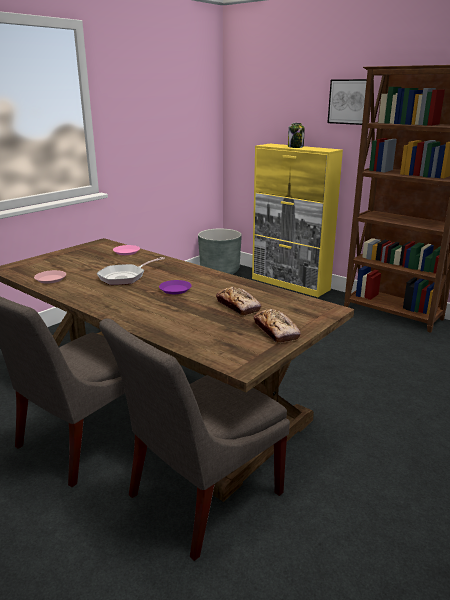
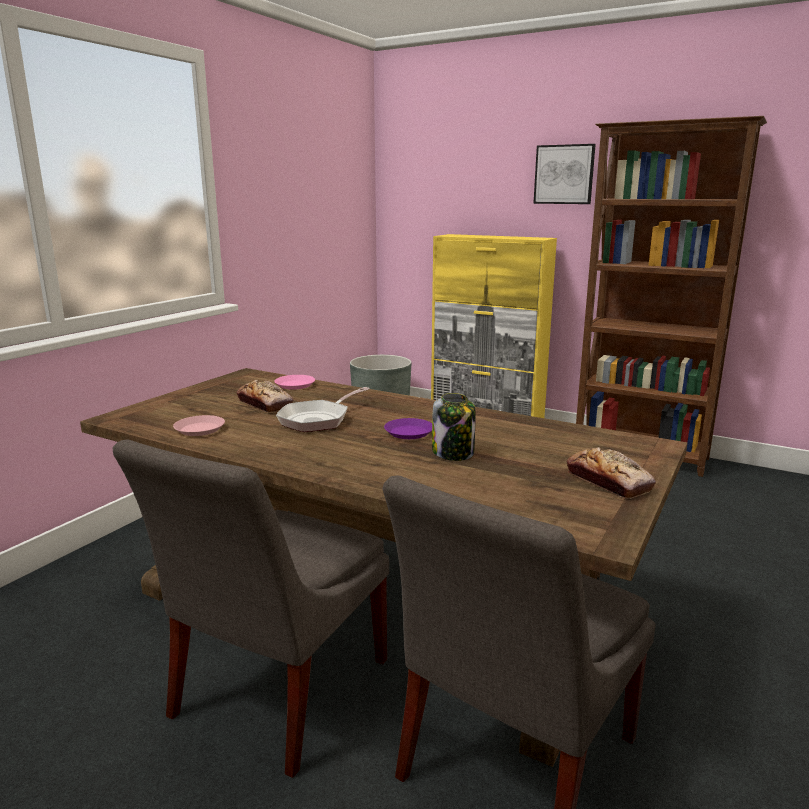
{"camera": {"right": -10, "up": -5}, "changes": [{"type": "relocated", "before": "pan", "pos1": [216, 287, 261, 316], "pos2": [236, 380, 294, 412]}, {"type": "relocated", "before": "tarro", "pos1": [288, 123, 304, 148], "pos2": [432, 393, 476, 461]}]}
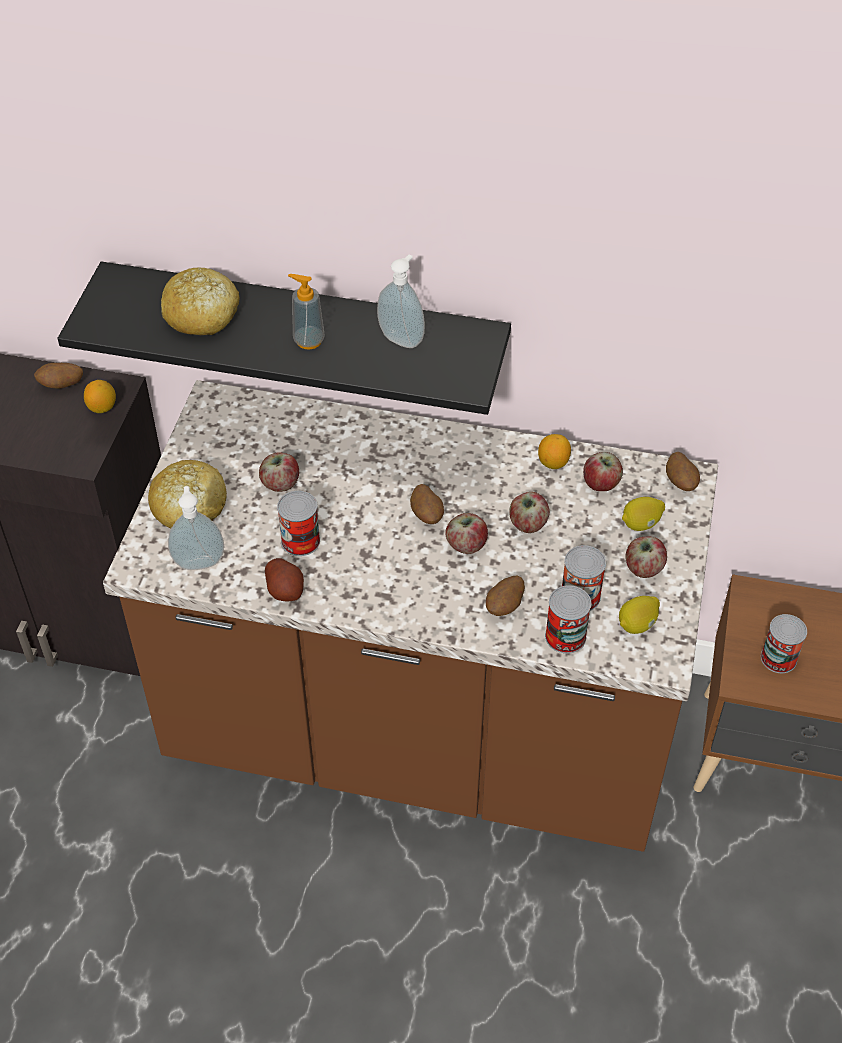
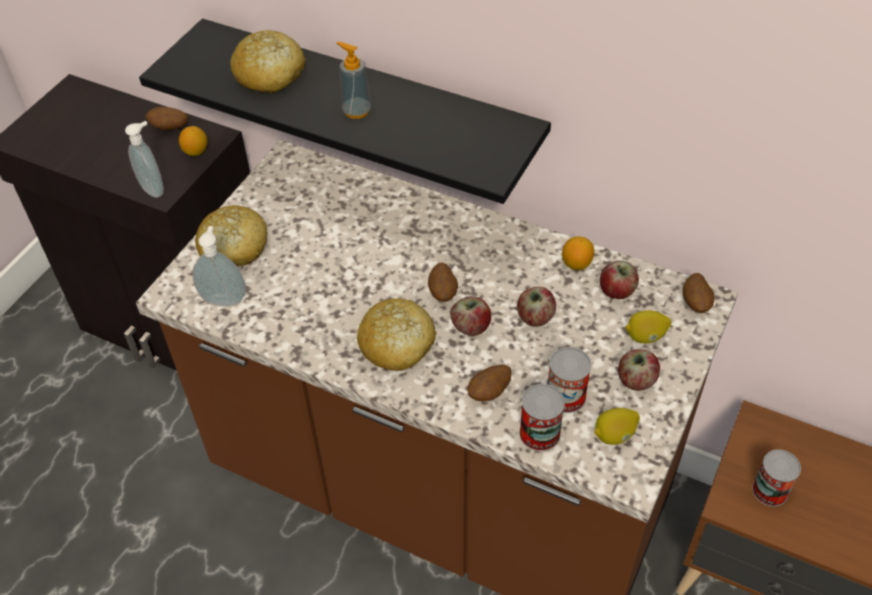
{"camera": {"right": 15, "up": 0}, "changes": [{"type": "missing", "before": "manzana", "pos1": [259, 452, 299, 492]}, {"type": "missing", "before": "patata", "pos1": [265, 558, 304, 601]}, {"type": "missing", "before": "lata", "pos1": [277, 491, 320, 556]}, {"type": "relocated", "before": "dispensador de jabón", "pos1": [377, 254, 425, 348], "pos2": [125, 121, 164, 198]}, {"type": "appeared", "after": "pan", "pos2": [357, 298, 436, 371]}]}
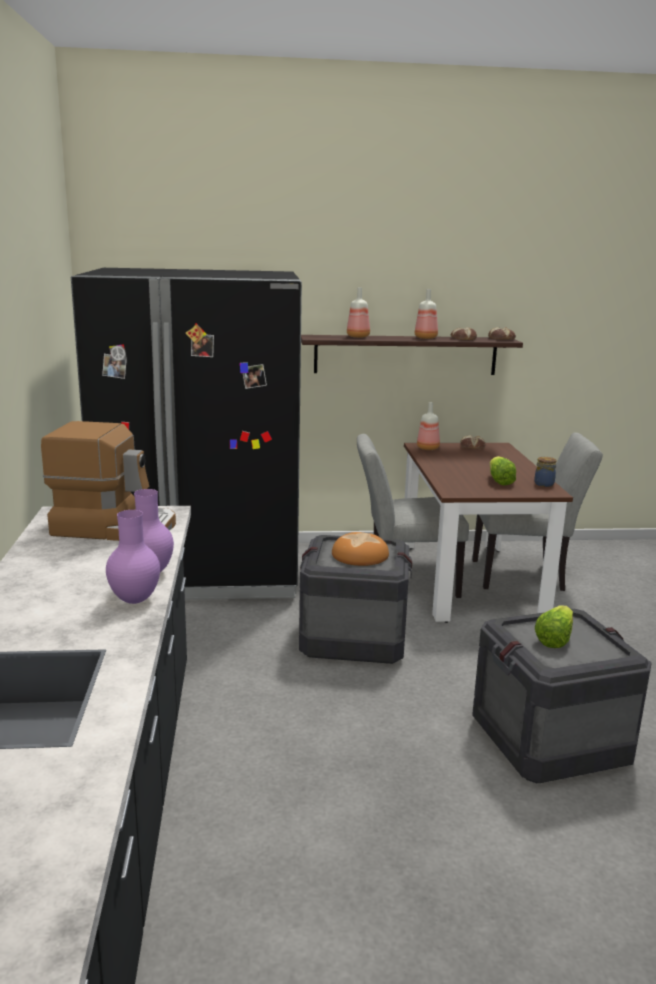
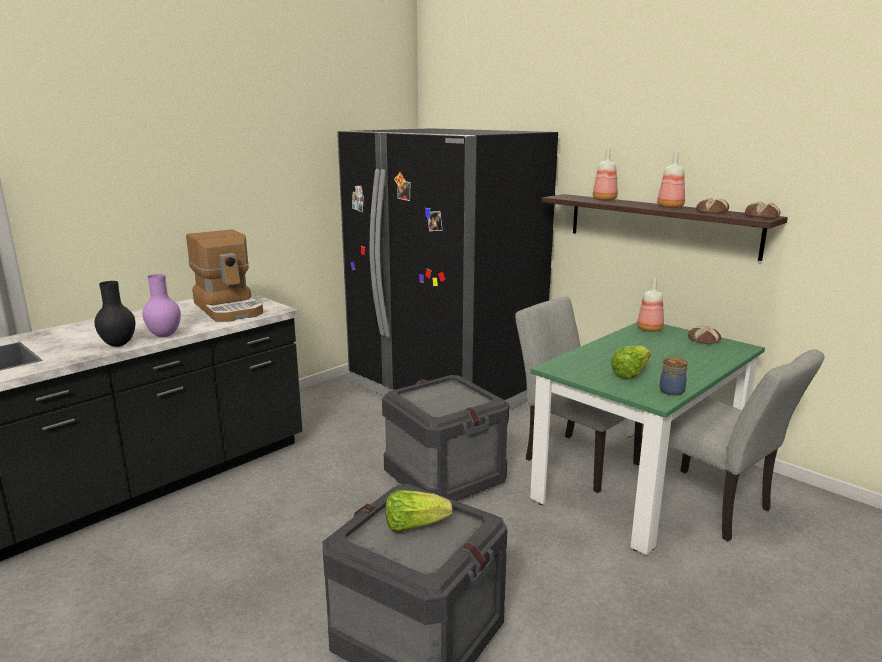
{"camera": {"right": 50, "up": 0}, "changes": [{"type": "colour", "before": "florero (morado)", "after": "florero (negro)", "pos1": [106, 510, 160, 604], "pos2": [94, 281, 135, 347]}, {"type": "missing", "before": "pan", "pos1": [332, 532, 389, 566]}, {"type": "colour", "before": "mesa de comedor (marrón)", "after": "mesa de comedor (verde)", "pos1": [404, 443, 573, 623], "pos2": [530, 322, 765, 555]}]}
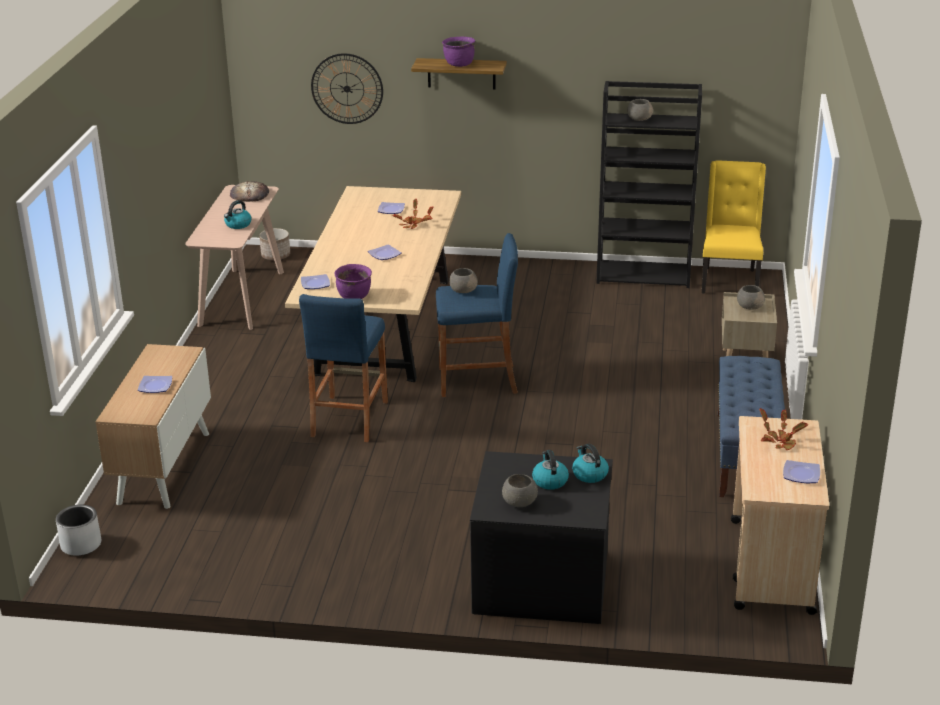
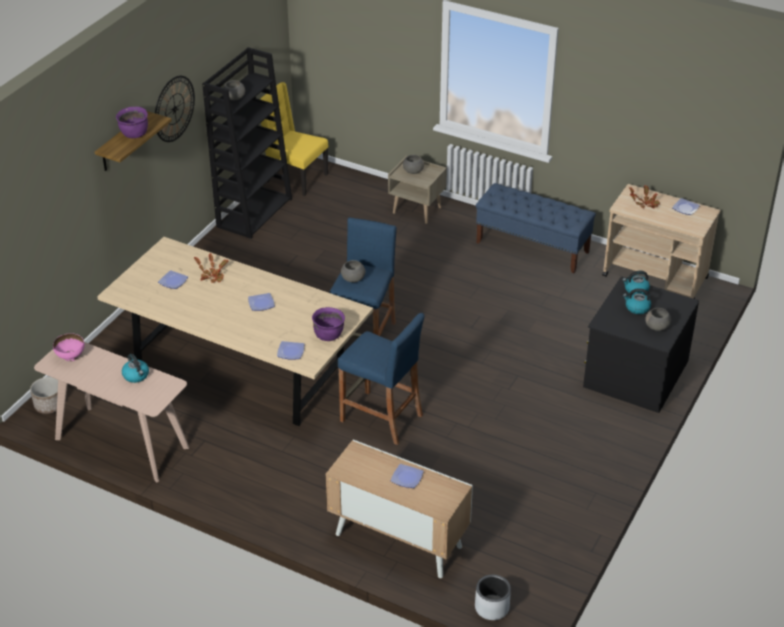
{"camera": {"right": -70, "up": 10}, "changes": [{"type": "exchanged", "before": "pan", "after": "cuenco (rosa)", "pos1": [230, 181, 269, 202], "pos2": [53, 333, 85, 362]}, {"type": "relocated", "before": "reloj de pared", "pos1": [311, 53, 383, 124], "pos2": [155, 76, 195, 142]}]}
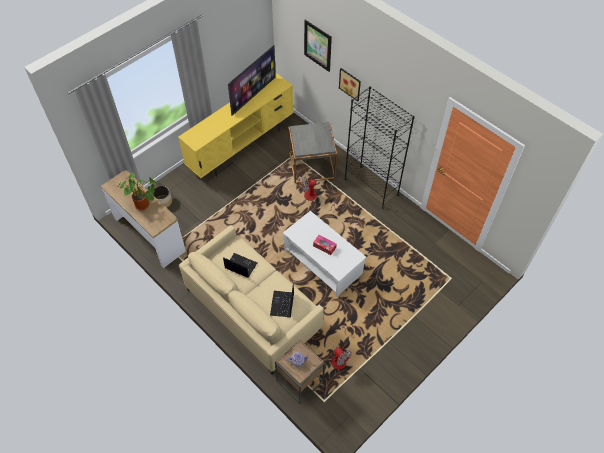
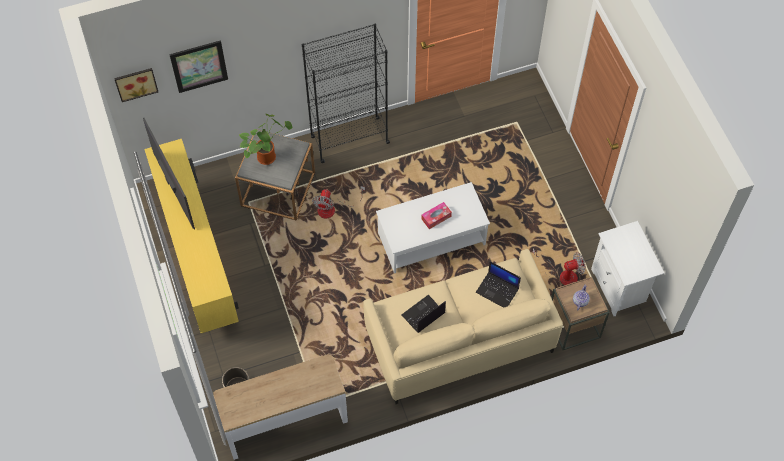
{"camera": {"right": -65, "up": 5}, "changes": [{"type": "relocated", "before": "planta en maceta", "pos1": [118, 173, 157, 210], "pos2": [239, 114, 293, 165]}, {"type": "relocated", "before": "cuadro", "pos1": [339, 68, 361, 102], "pos2": [114, 68, 158, 102]}, {"type": "appeared", "after": "mesita de noche (blanco)", "pos2": [591, 221, 664, 316]}]}
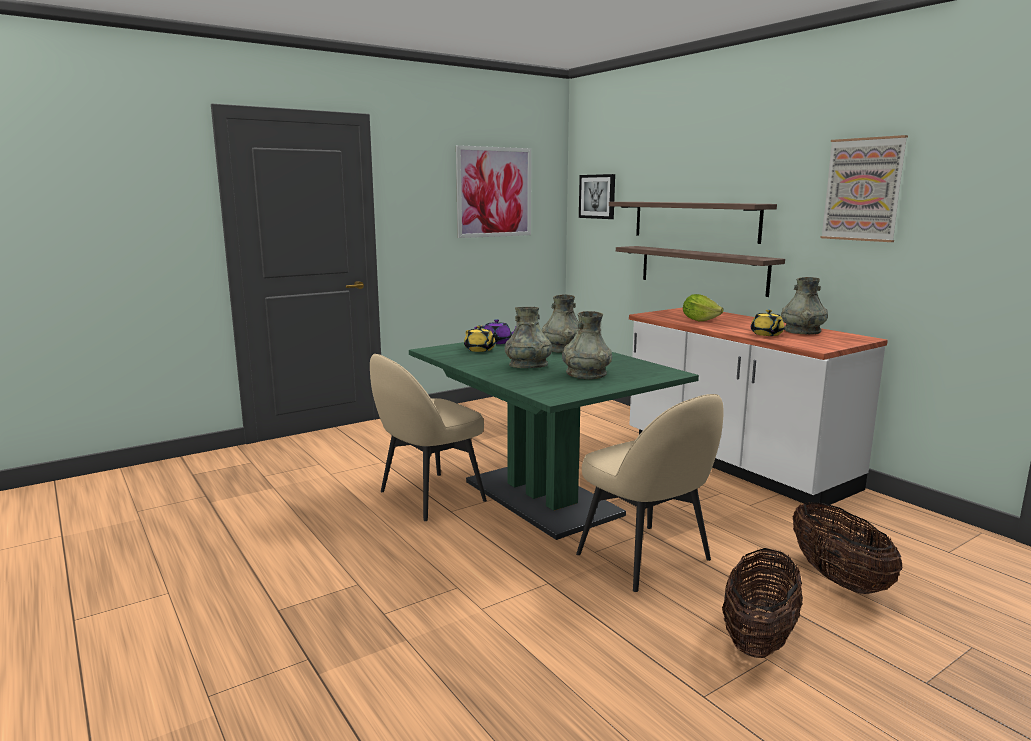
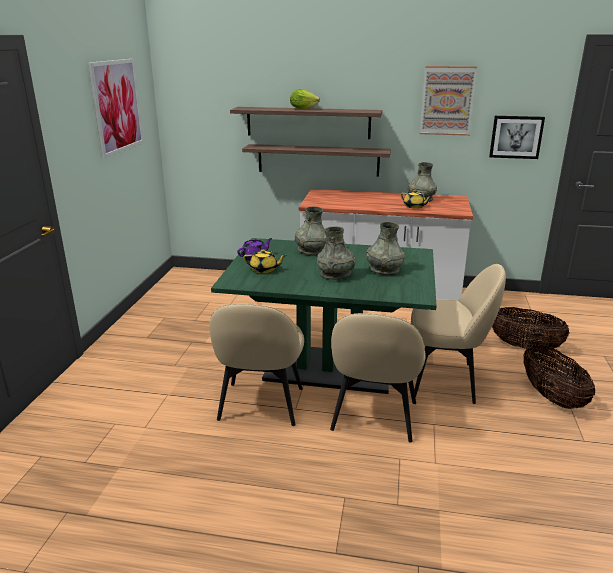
{"camera": {"right": -45, "up": 10}, "changes": [{"type": "relocated", "before": "cuadro", "pos1": [579, 174, 615, 219], "pos2": [489, 116, 545, 159]}, {"type": "relocated", "before": "lechuga", "pos1": [683, 294, 723, 321], "pos2": [290, 89, 320, 110]}, {"type": "appeared", "after": "silla (beis)", "pos2": [330, 313, 426, 443]}]}
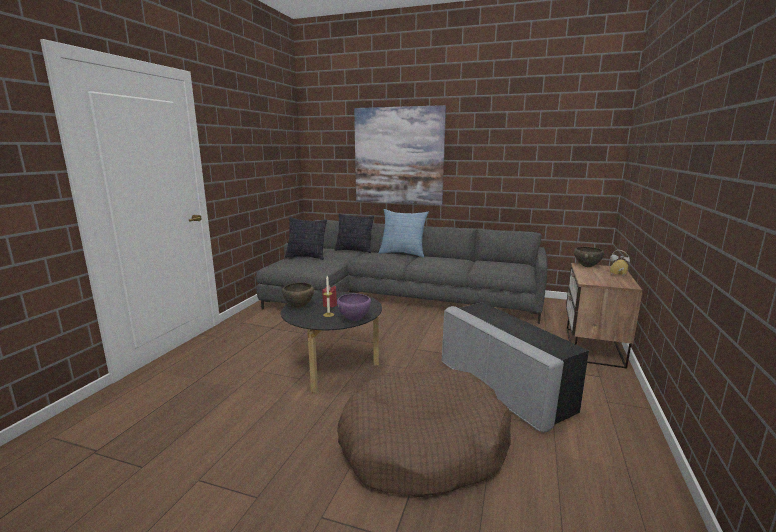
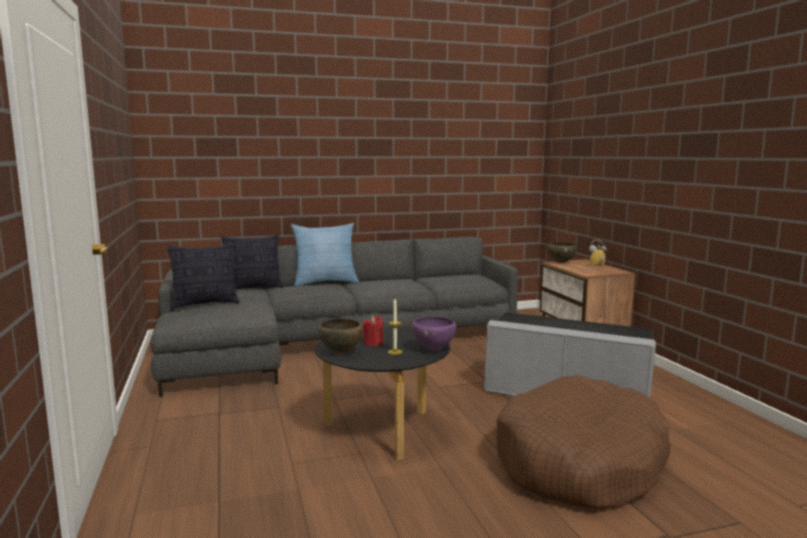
{"camera": {"right": -35, "up": -5}, "changes": [{"type": "missing", "before": "cuadro", "pos1": [354, 105, 446, 205]}]}
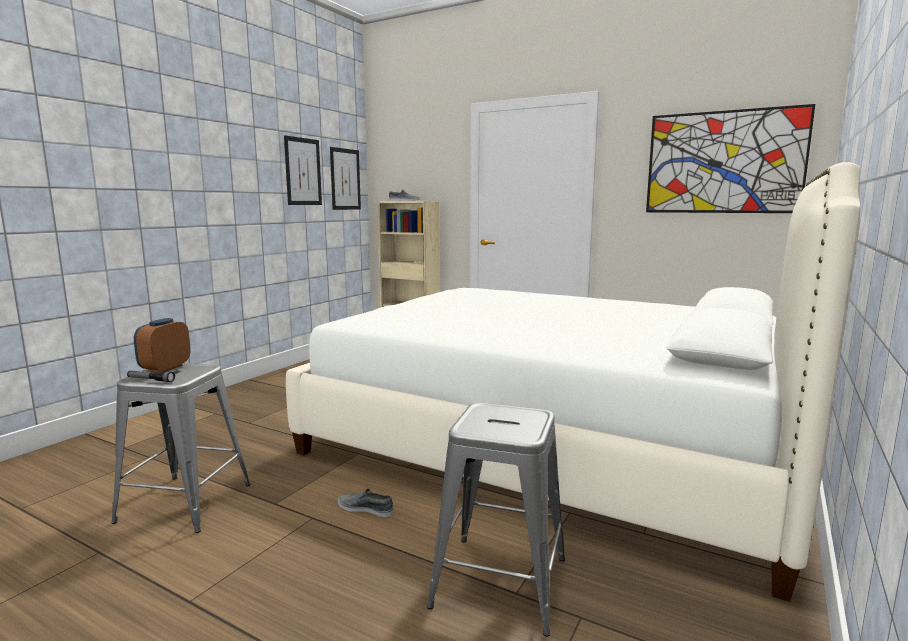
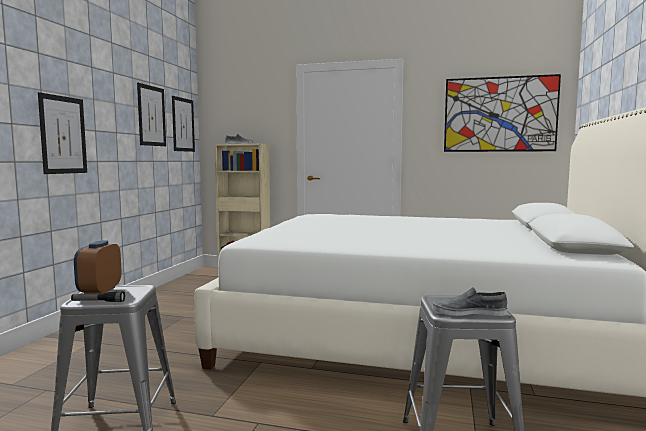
{"camera": {"right": -15, "up": -5}, "changes": [{"type": "relocated", "before": "zapato (gris)", "pos1": [338, 489, 393, 517], "pos2": [433, 287, 507, 316]}, {"type": "appeared", "after": "cuadro", "pos2": [38, 92, 87, 174]}]}
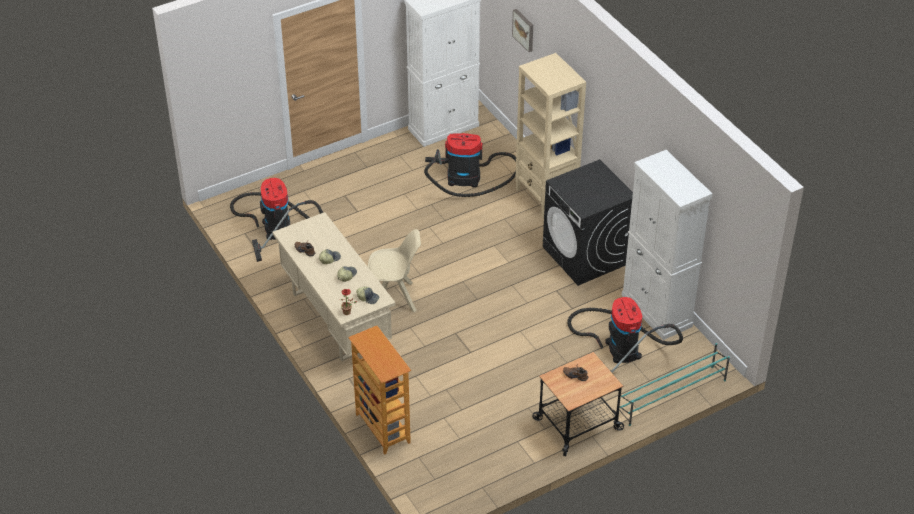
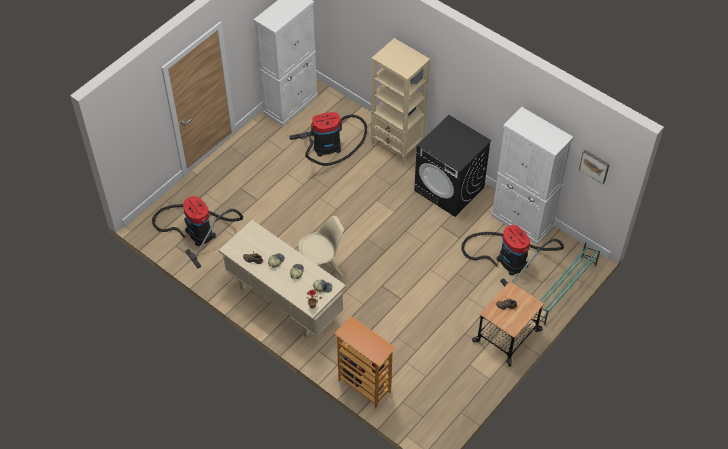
{"camera": {"right": -20, "up": 10}, "changes": [{"type": "relocated", "before": "cuadro", "pos1": [512, 9, 533, 52], "pos2": [579, 150, 610, 184]}]}
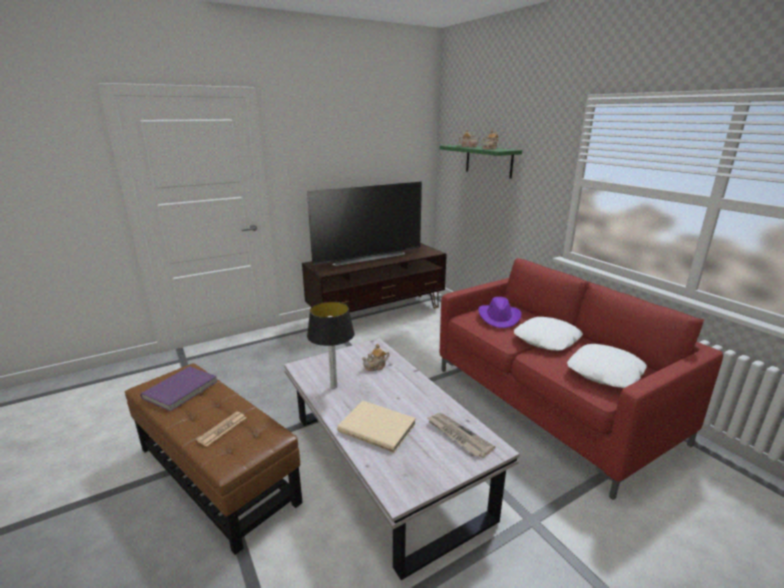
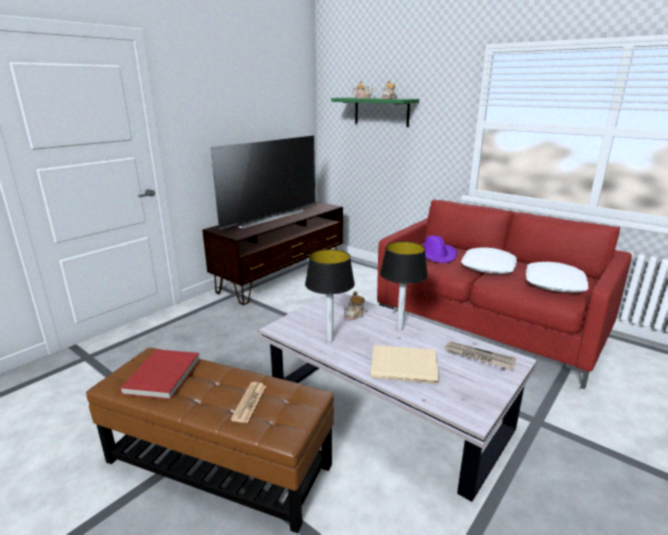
{"camera": {"right": -20, "up": 0}, "changes": [{"type": "colour", "before": "libro (morado)", "after": "libro (rojo)", "pos1": [141, 366, 218, 411], "pos2": [119, 349, 200, 400]}, {"type": "appeared", "after": "lámpara de mesa", "pos2": [380, 241, 428, 330]}]}
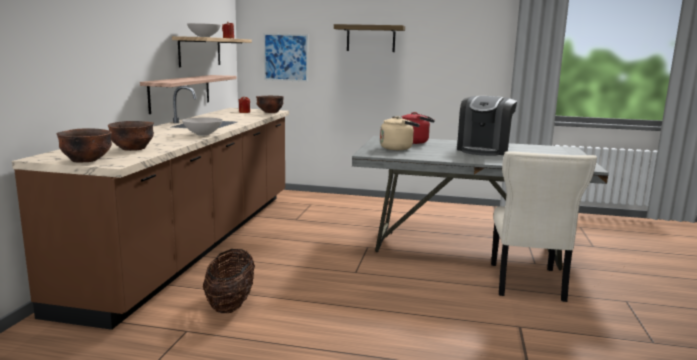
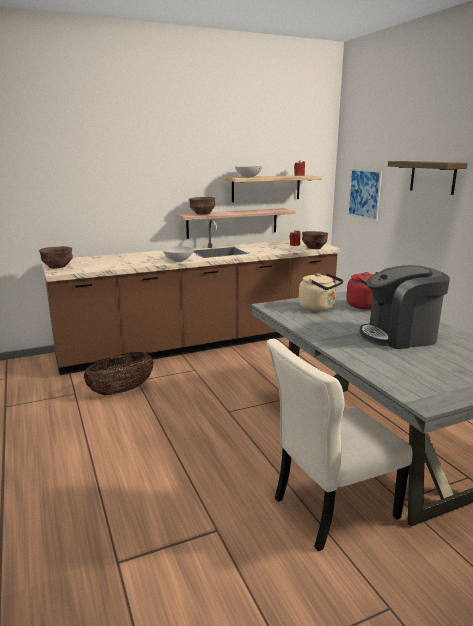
{"camera": {"right": 55, "up": 5}, "changes": [{"type": "relocated", "before": "cuenco (marrón)", "pos1": [108, 121, 154, 151], "pos2": [189, 197, 216, 215]}]}
